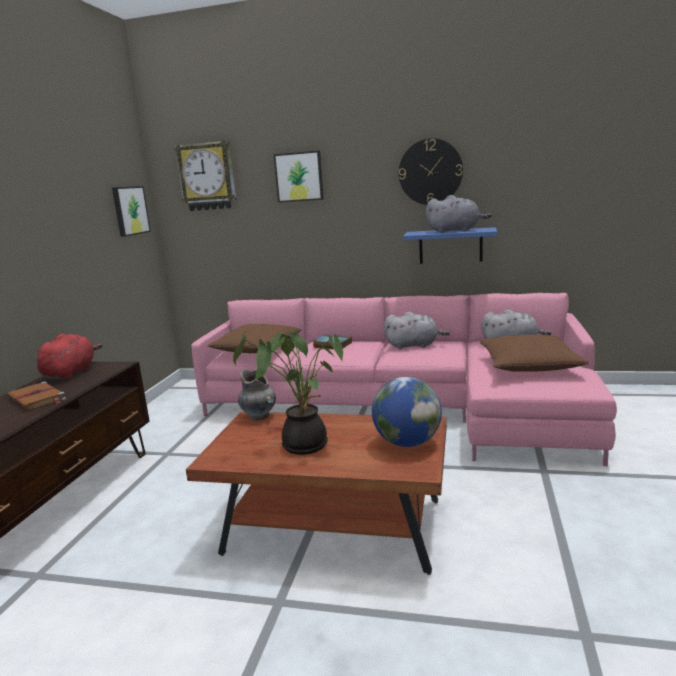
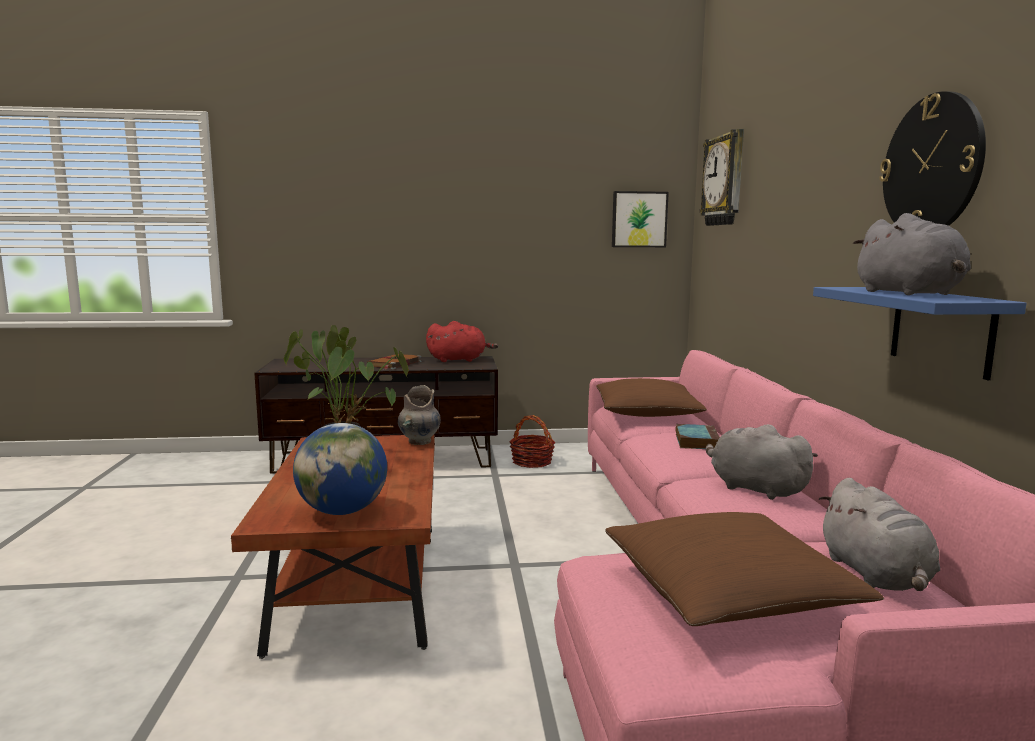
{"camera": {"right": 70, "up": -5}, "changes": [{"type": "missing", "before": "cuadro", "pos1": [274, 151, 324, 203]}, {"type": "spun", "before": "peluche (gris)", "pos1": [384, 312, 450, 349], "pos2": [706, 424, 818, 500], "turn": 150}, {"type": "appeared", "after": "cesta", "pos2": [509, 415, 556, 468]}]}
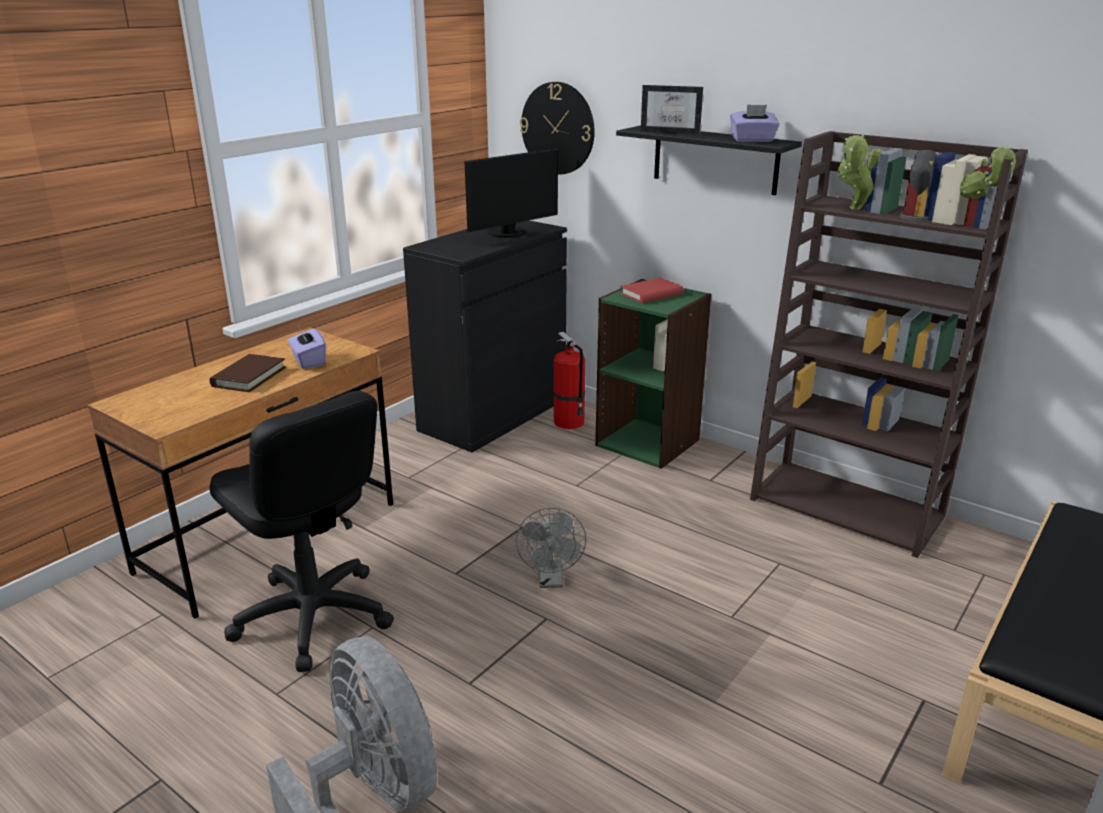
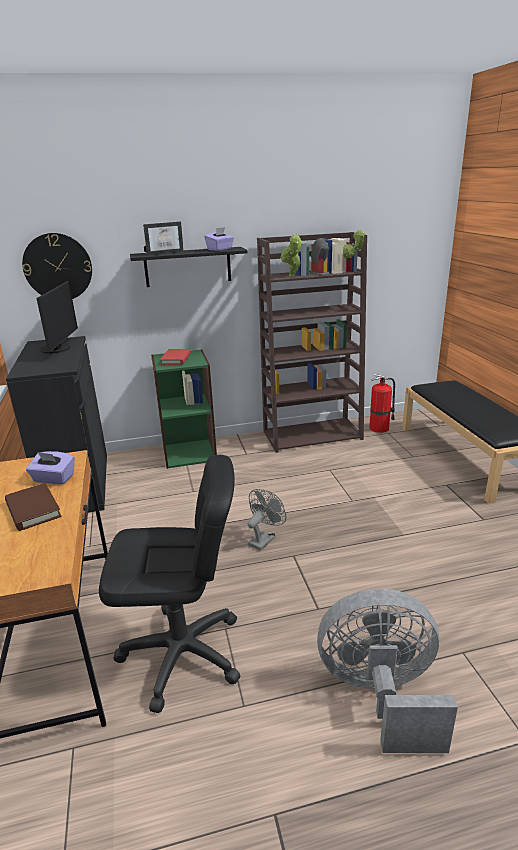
{"camera": {"right": -50, "up": 0}, "changes": [{"type": "spun", "before": "ventilador (gris)", "pos1": [516, 508, 587, 588], "pos2": [247, 489, 286, 551], "turn": -90}, {"type": "relocated", "before": "extintor", "pos1": [553, 331, 585, 429], "pos2": [369, 374, 395, 433]}]}
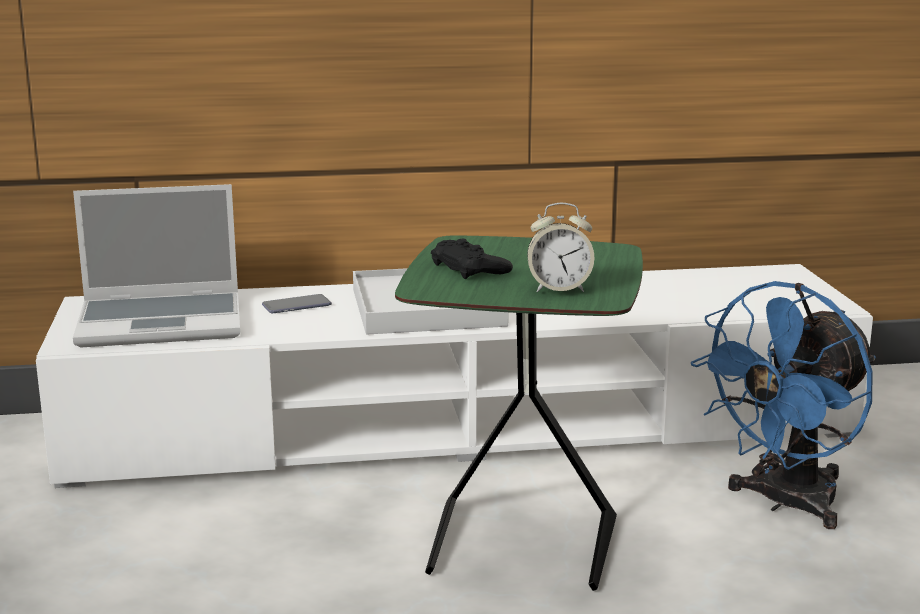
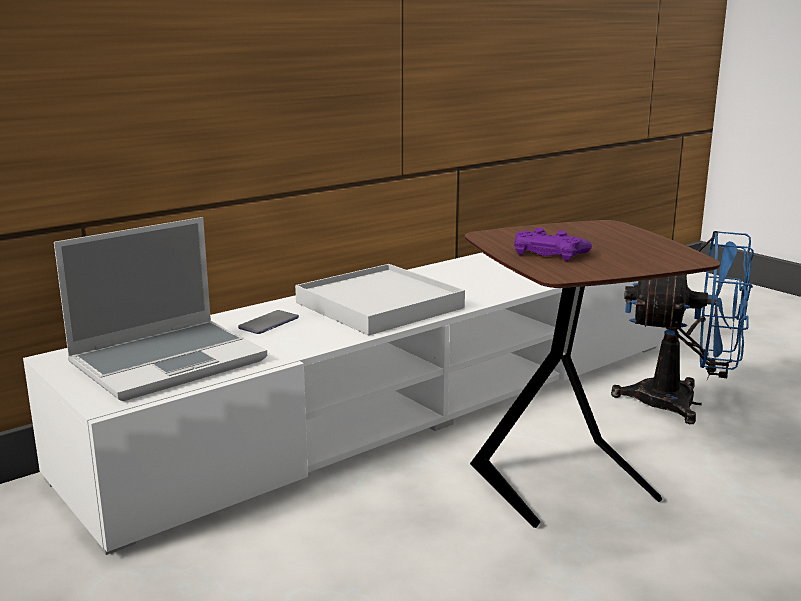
{"camera": {"right": -30, "up": 0}, "changes": [{"type": "colour", "before": "mesa auxiliar (verde)", "after": "mesa auxiliar (marrón)", "pos1": [395, 235, 643, 591], "pos2": [464, 220, 720, 528]}, {"type": "colour", "before": "mando de consola (negro)", "after": "mando de consola (morado)", "pos1": [431, 239, 513, 279], "pos2": [514, 228, 592, 261]}, {"type": "missing", "before": "despertador", "pos1": [527, 203, 594, 292]}, {"type": "spun", "before": "ventilador (azul)", "pos1": [691, 281, 876, 529], "pos2": [611, 231, 754, 424], "turn": -90}]}
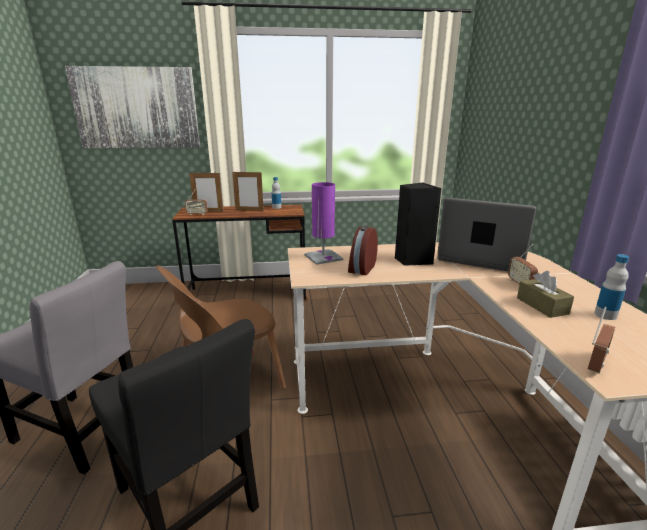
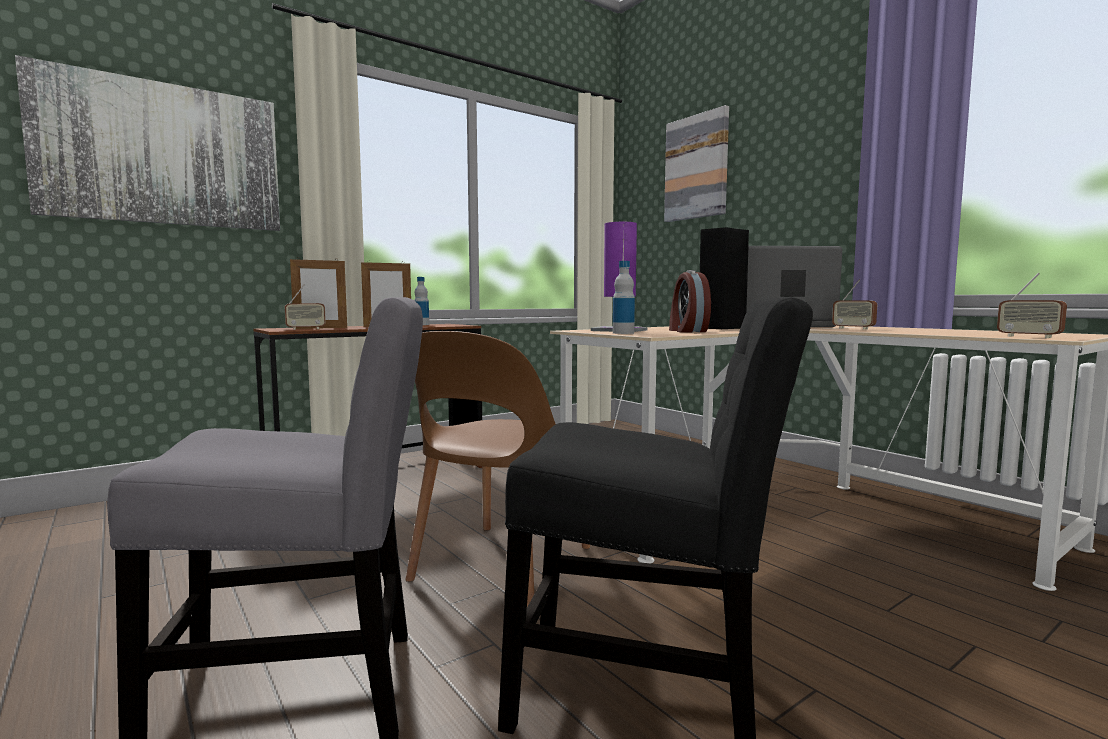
{"camera": {"right": -30, "up": -15}, "changes": [{"type": "missing", "before": "caja de pañuelos (marrón)", "pos1": [517, 271, 574, 318]}, {"type": "spun", "before": "radio", "pos1": [588, 307, 615, 374], "pos2": [997, 273, 1067, 338], "turn": 135}, {"type": "relocated", "before": "botella", "pos1": [594, 254, 629, 320], "pos2": [613, 261, 635, 334]}, {"type": "appeared", "after": "cuadro", "pos2": [664, 105, 729, 222]}]}
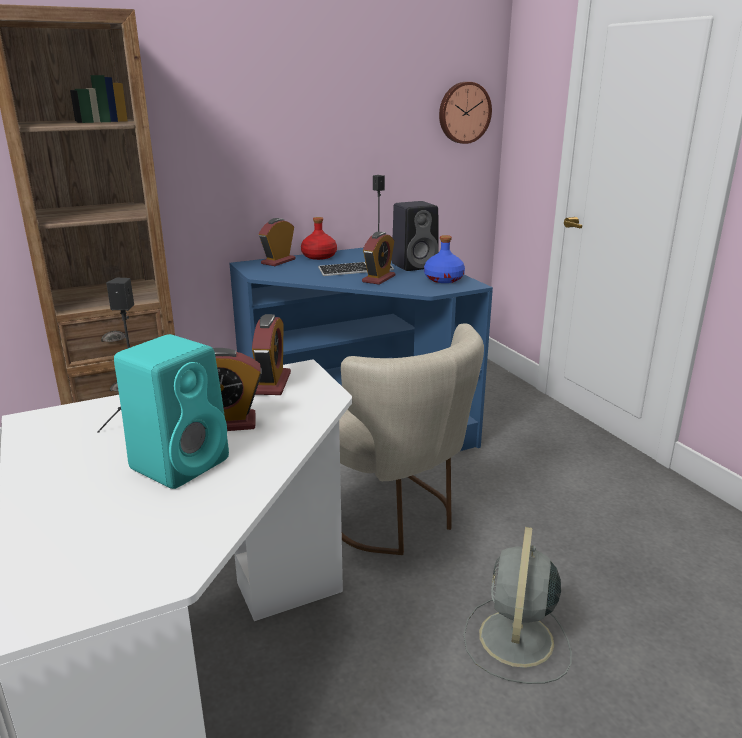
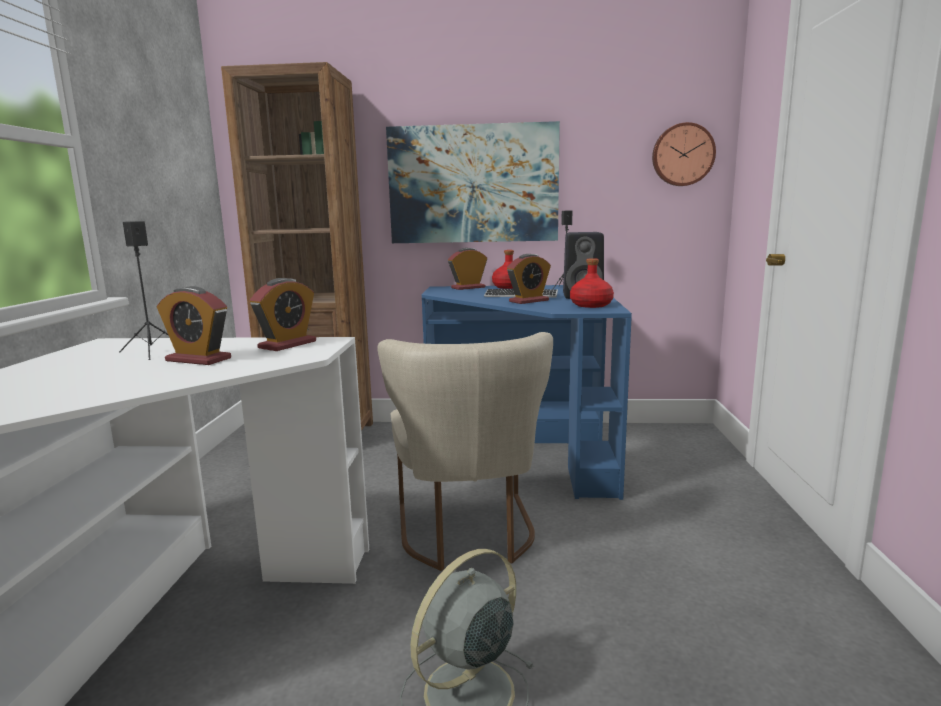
{"camera": {"right": 30, "up": -10}, "changes": [{"type": "missing", "before": "altavoz (turquesa)", "pos1": [114, 334, 229, 489]}, {"type": "colour", "before": "botella (azul)", "after": "botella (rojo)", "pos1": [424, 235, 465, 283], "pos2": [570, 258, 614, 308]}, {"type": "appeared", "after": "cuadro", "pos2": [386, 121, 560, 243]}]}
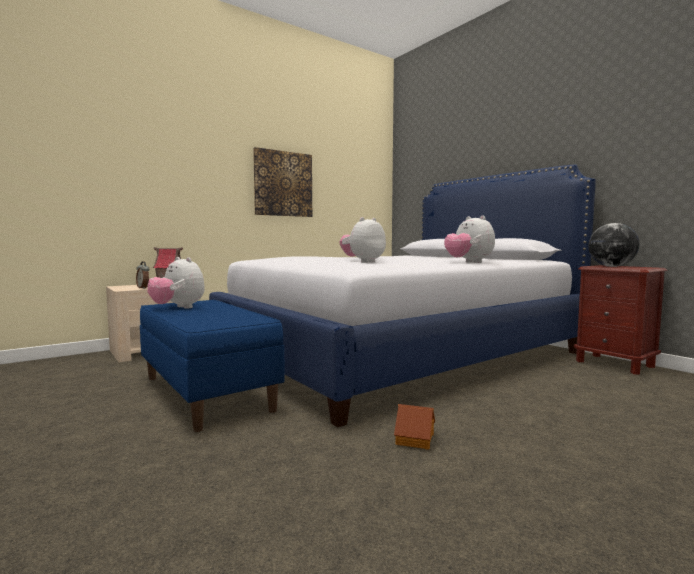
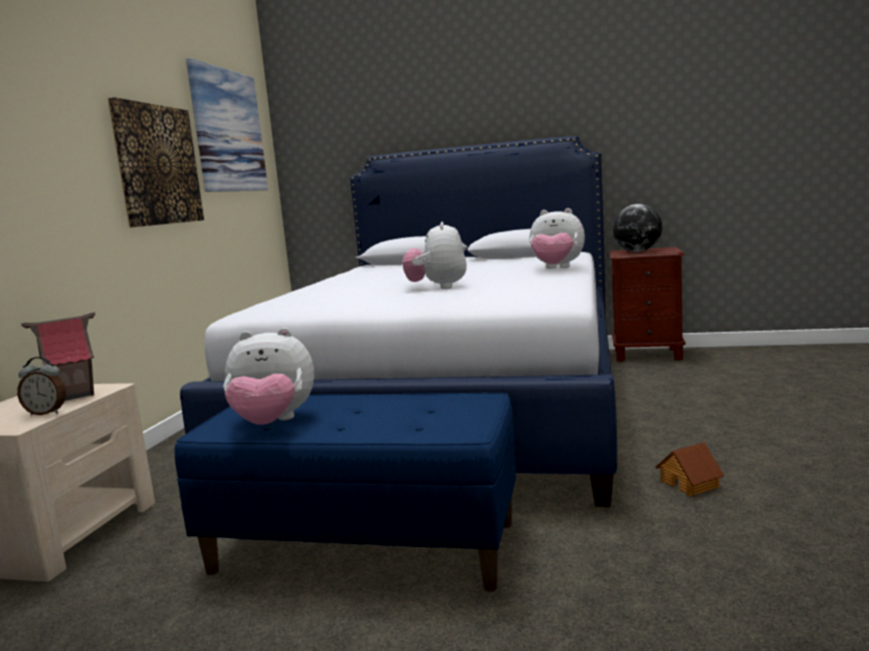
{"camera": {"right": -40, "up": 5}, "changes": [{"type": "appeared", "after": "cuadro", "pos2": [186, 58, 268, 192]}]}
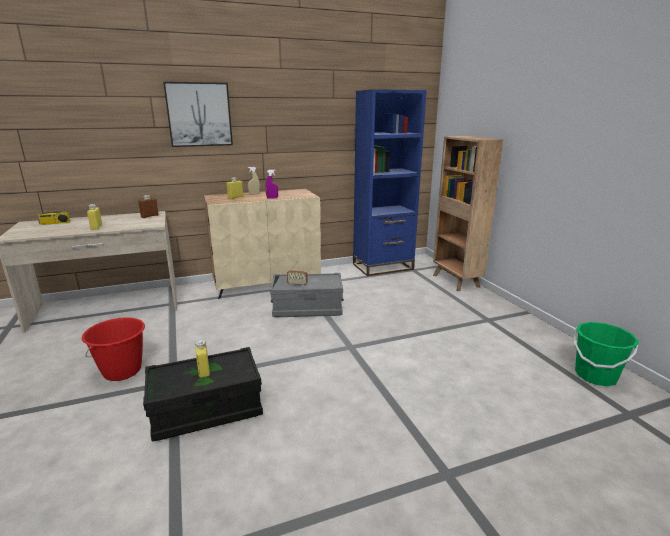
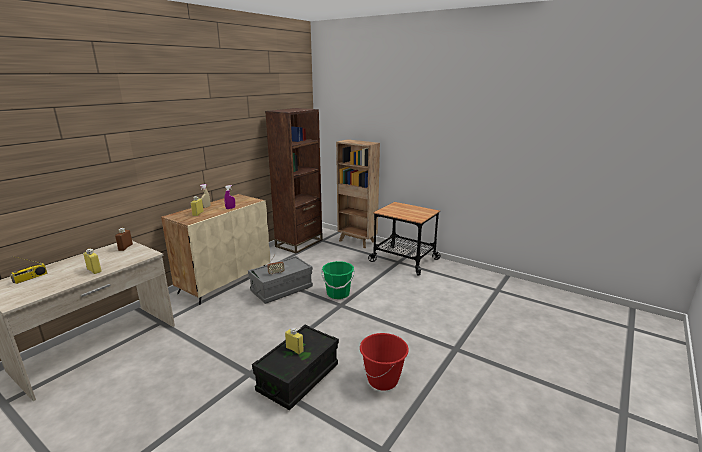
{"camera": {"right": -35, "up": 0}, "changes": [{"type": "relocated", "before": "cubo (rojo)", "pos1": [82, 317, 145, 381], "pos2": [360, 333, 409, 391]}, {"type": "missing", "before": "cuadro", "pos1": [163, 82, 233, 147]}, {"type": "colour", "before": "estantería (azul)", "after": "estantería (marrón)", "pos1": [353, 89, 427, 276], "pos2": [265, 108, 323, 253]}, {"type": "relocated", "before": "cubo (verde)", "pos1": [573, 322, 639, 386], "pos2": [321, 261, 354, 299]}, {"type": "appeared", "after": "carrito", "pos2": [368, 202, 441, 276]}]}
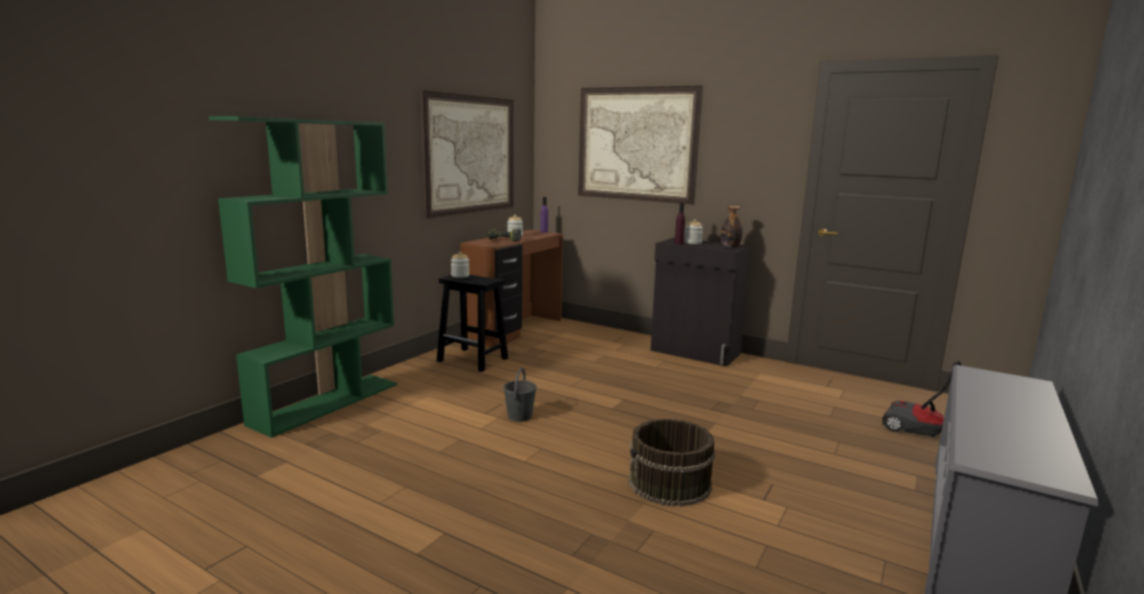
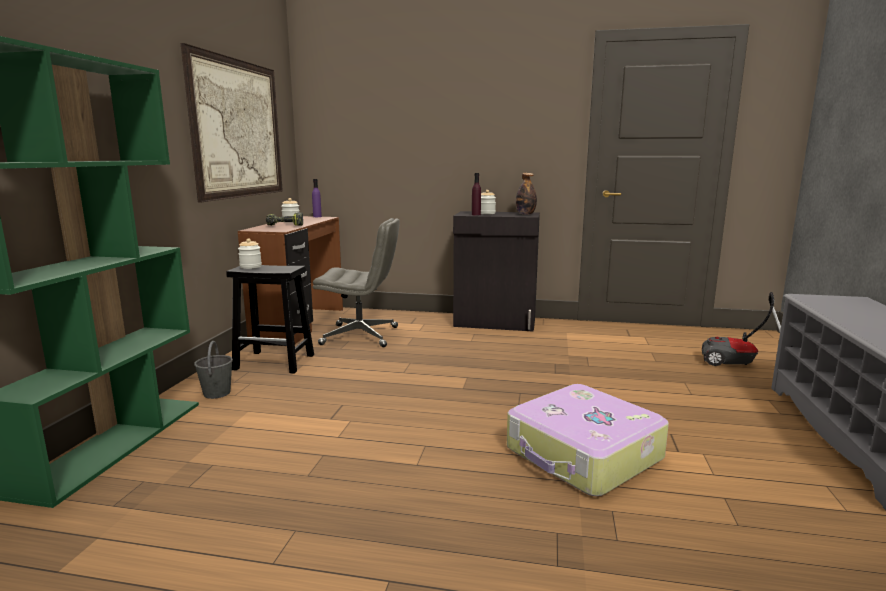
{"camera": {"right": -20, "up": 0}, "changes": [{"type": "relocated", "before": "cubo (gris)", "pos1": [503, 367, 537, 422], "pos2": [194, 341, 233, 399]}, {"type": "missing", "before": "cuadro", "pos1": [578, 85, 703, 205]}, {"type": "exchanged", "before": "cubo (marrón)", "after": "maleta", "pos1": [628, 418, 715, 507], "pos2": [507, 384, 669, 496]}, {"type": "appeared", "after": "silla de oficina (gris)", "pos2": [313, 218, 400, 347]}]}
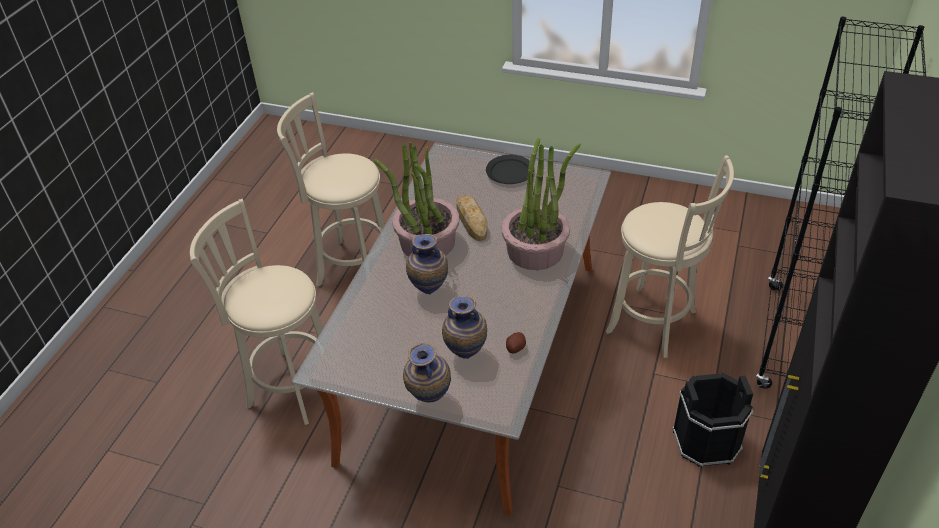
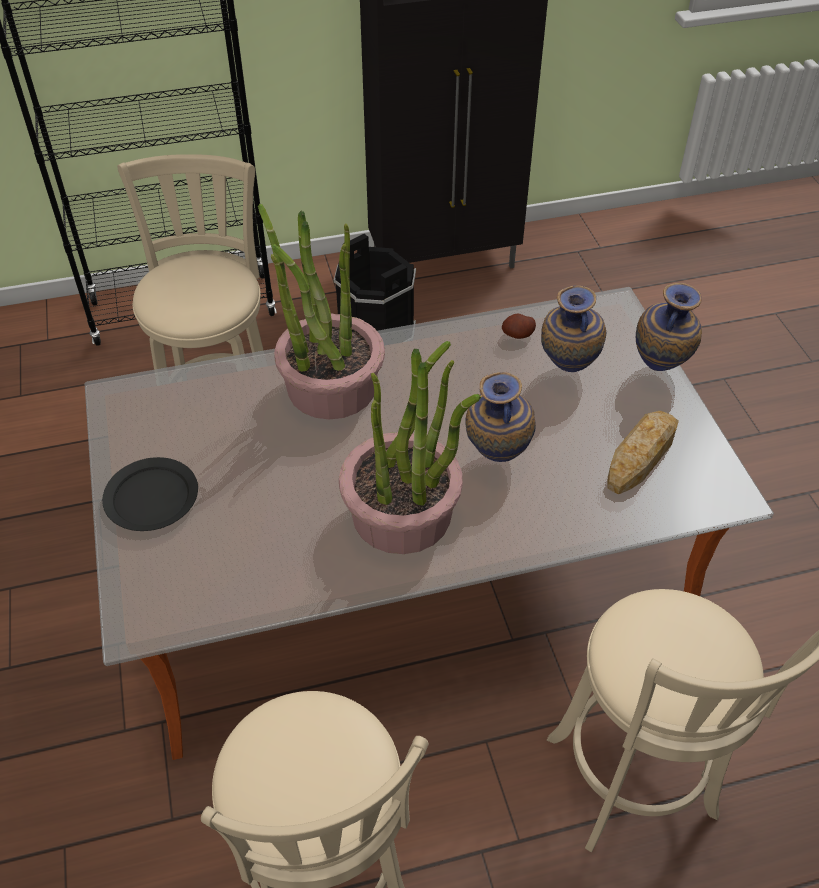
{"camera": {"right": -125, "up": 5}, "changes": [{"type": "relocated", "before": "pan", "pos1": [456, 195, 487, 241], "pos2": [608, 411, 679, 494]}]}
